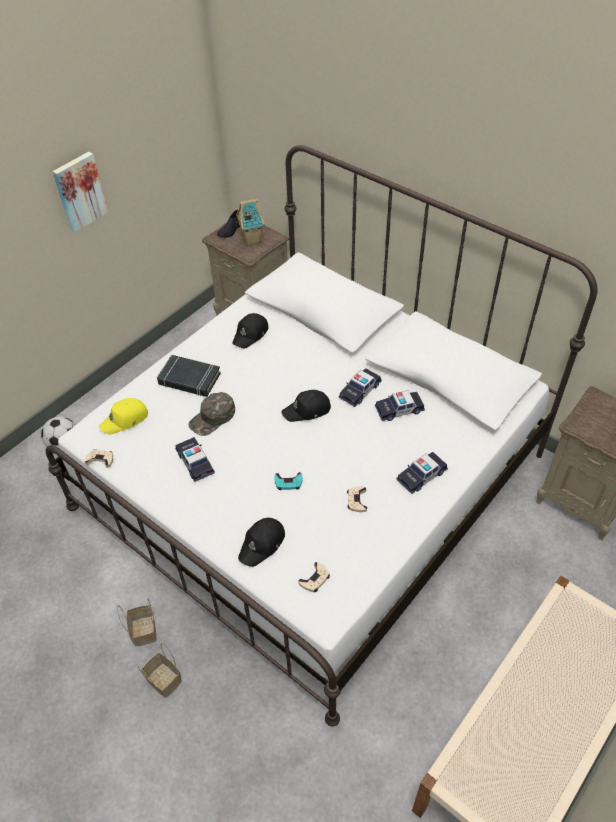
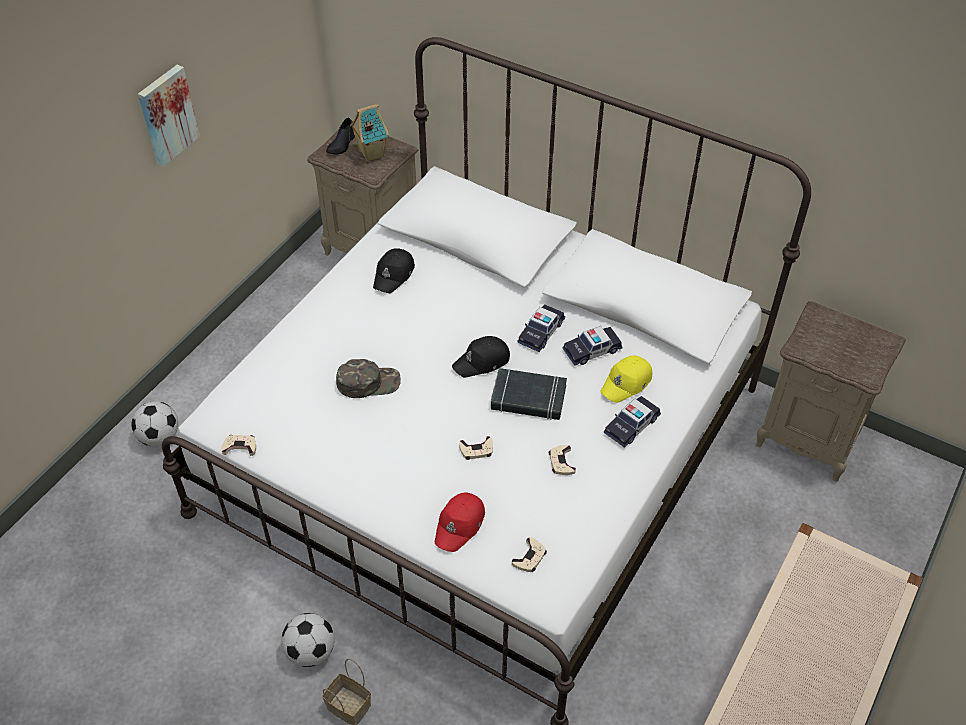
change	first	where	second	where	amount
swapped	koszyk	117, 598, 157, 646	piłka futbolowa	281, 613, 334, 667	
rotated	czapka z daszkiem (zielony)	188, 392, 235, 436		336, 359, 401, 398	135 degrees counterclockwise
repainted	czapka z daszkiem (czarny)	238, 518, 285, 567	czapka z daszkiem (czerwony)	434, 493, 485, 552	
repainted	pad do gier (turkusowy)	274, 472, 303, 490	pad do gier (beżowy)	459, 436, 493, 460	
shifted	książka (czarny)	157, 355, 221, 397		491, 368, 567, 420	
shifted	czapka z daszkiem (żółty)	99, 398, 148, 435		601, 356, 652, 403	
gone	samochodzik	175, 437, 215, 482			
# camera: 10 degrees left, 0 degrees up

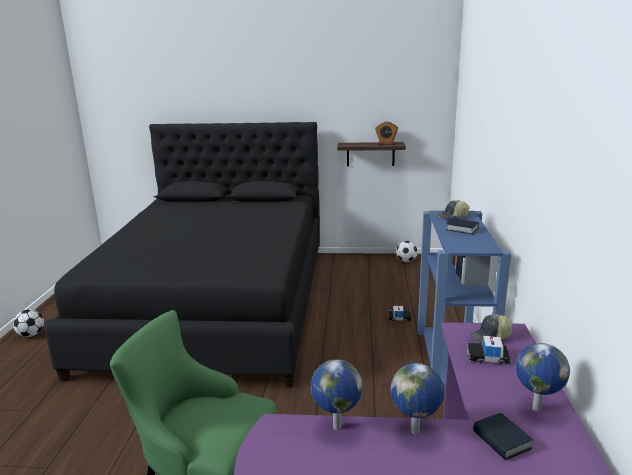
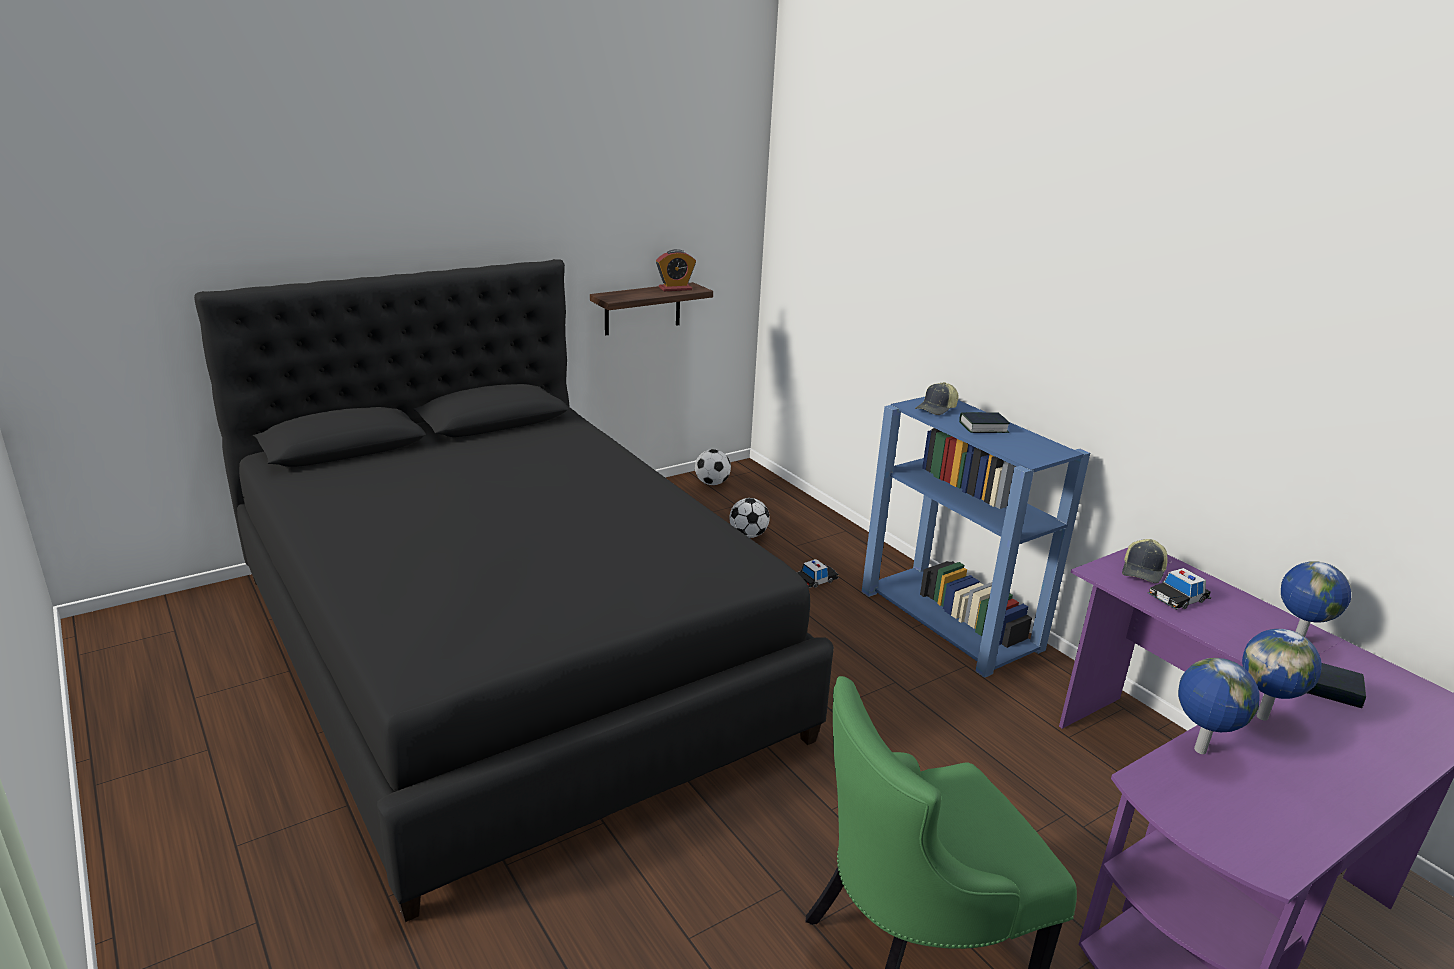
change	first	where	second	where	amount
shifted	piłka futbolowa	13, 309, 44, 337		729, 498, 770, 538	
# camera: 40 degrees left, 5 degrees up

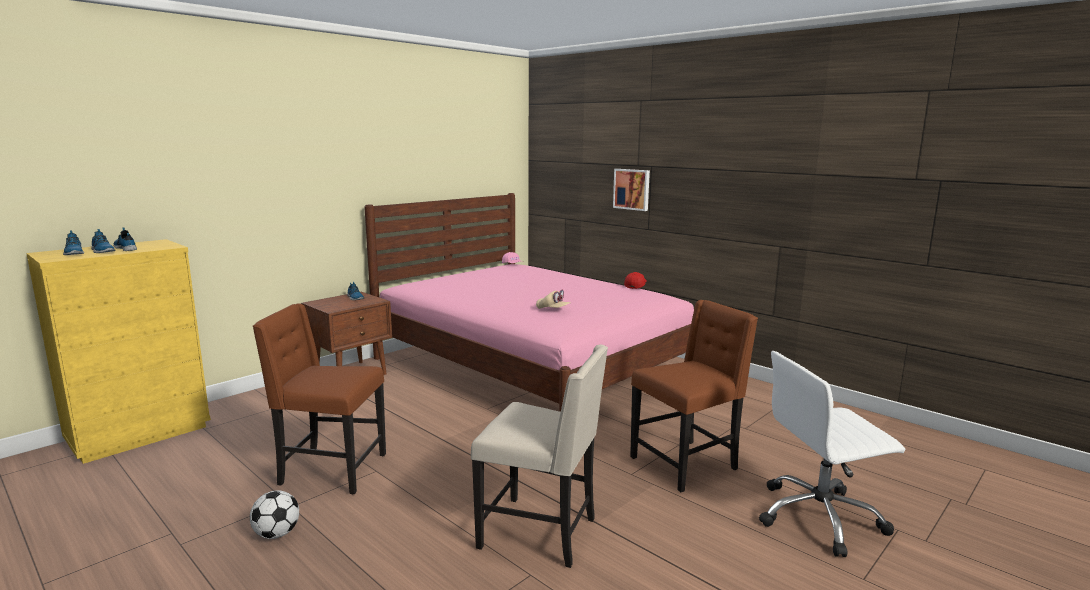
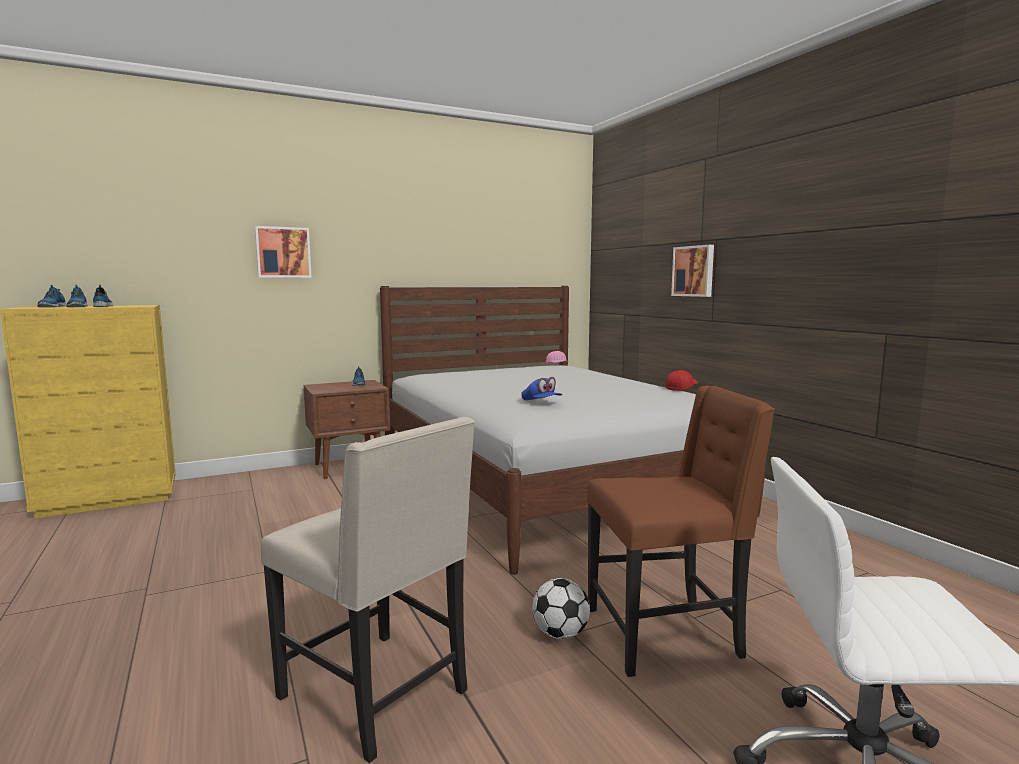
change	first	where	second	where	amount
new			obraz	255, 226, 312, 278	
repainted	łóżko (różowy)	364, 193, 694, 412	łóżko (biały)	380, 286, 766, 575	
repainted	czapka z daszkiem (beżowy)	536, 290, 570, 309	czapka z daszkiem (niebieski)	521, 377, 562, 400	
shifted	piłka futbolowa	250, 490, 299, 539		532, 578, 590, 639	
gone	krzesło (brązowy)	253, 303, 386, 495			
# camera: 20 degrees right, 5 degrees down

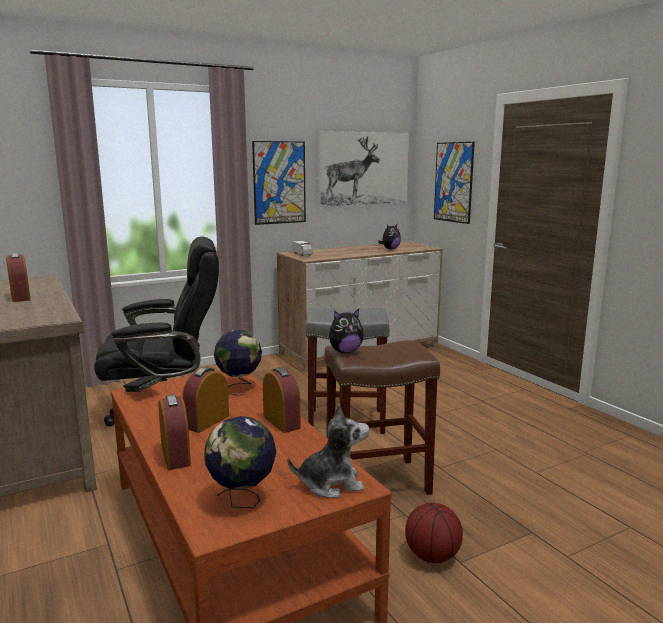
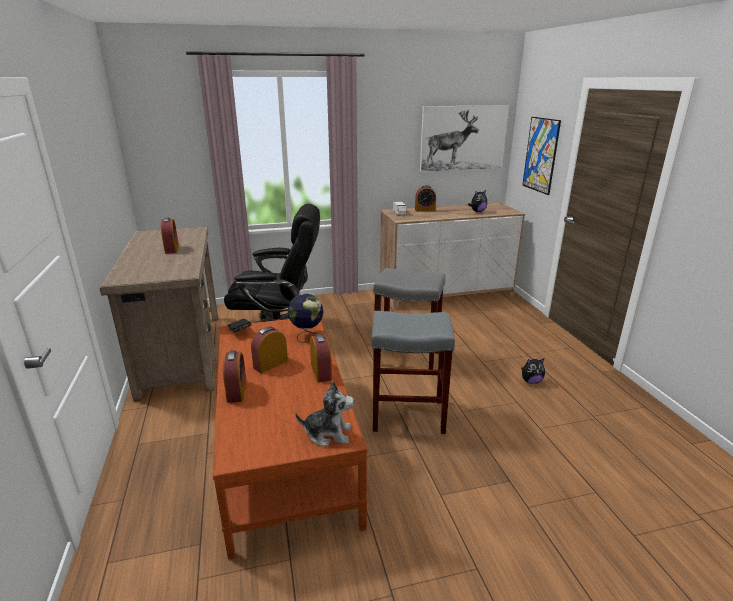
change	first	where	second	where	amount
repainted	stołek (brązowy)	324, 340, 440, 495	stołek (szary)	372, 311, 455, 434	
new			budzik	415, 185, 436, 212	
shifted	pluszak	329, 309, 364, 353		521, 358, 545, 384	
gone	globus	204, 416, 276, 508			
gone	obraz	252, 141, 306, 225			
gone	piłka do koszykówki	405, 502, 463, 563			
# camera: 15 degrees right, 10 degrees up

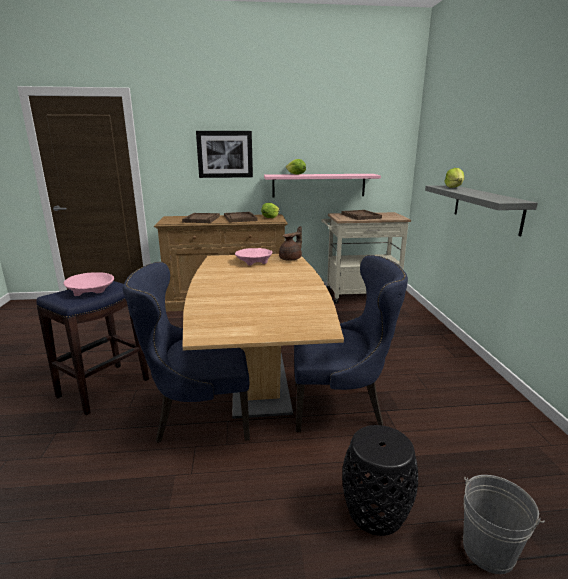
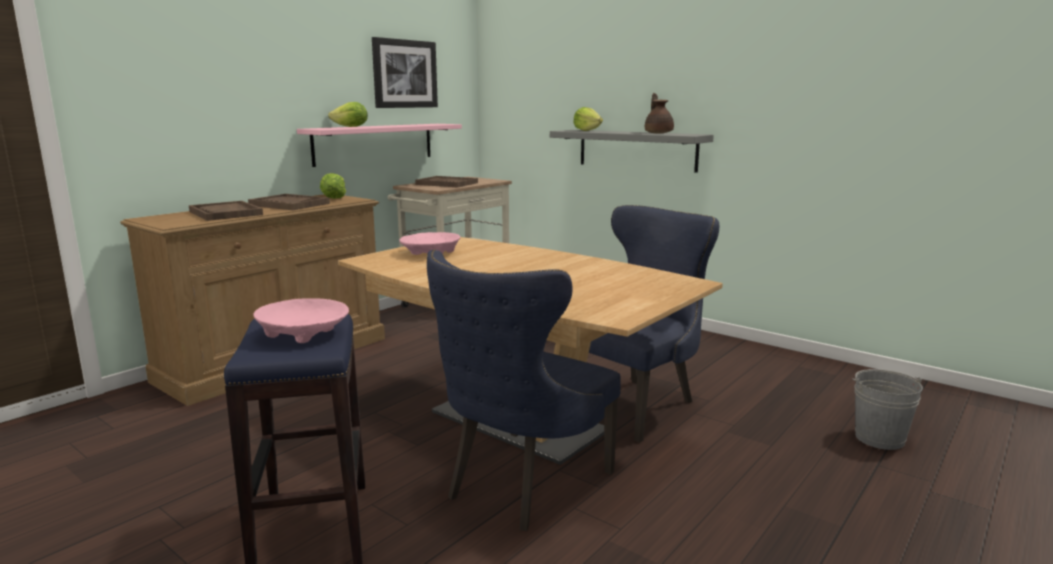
change	first	where	second	where	amount
shifted	obraz	196, 131, 253, 178		372, 37, 438, 108	
shifted	imbryk (brązowy)	279, 226, 302, 261		645, 93, 674, 133	
gone	stołek (czarny)	342, 425, 418, 536			
# camera: 45 degrees left, 5 degrees down

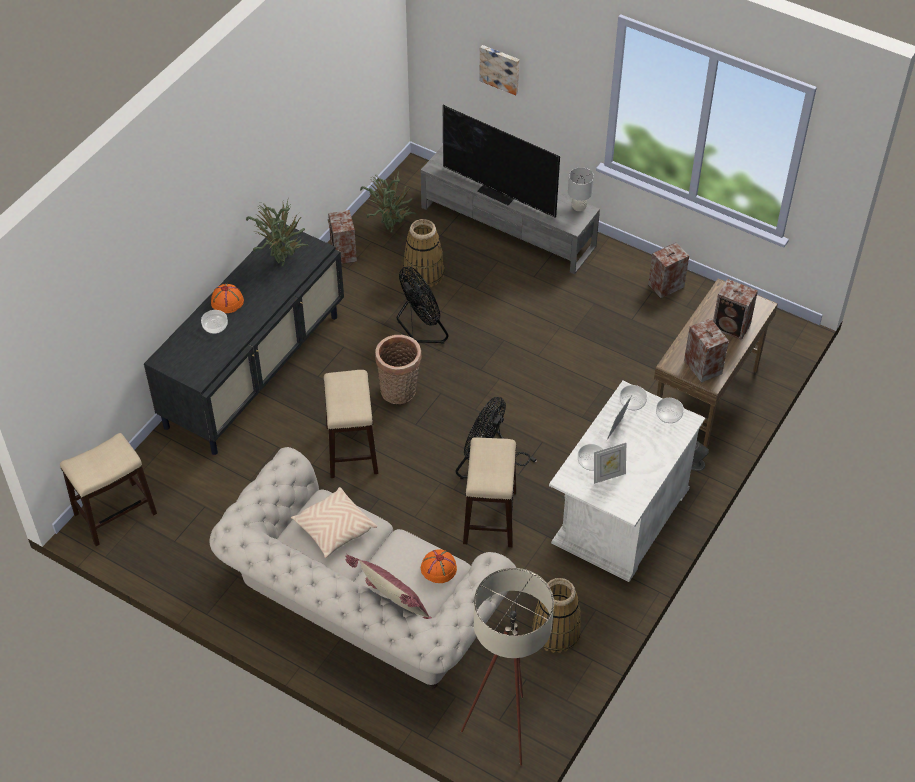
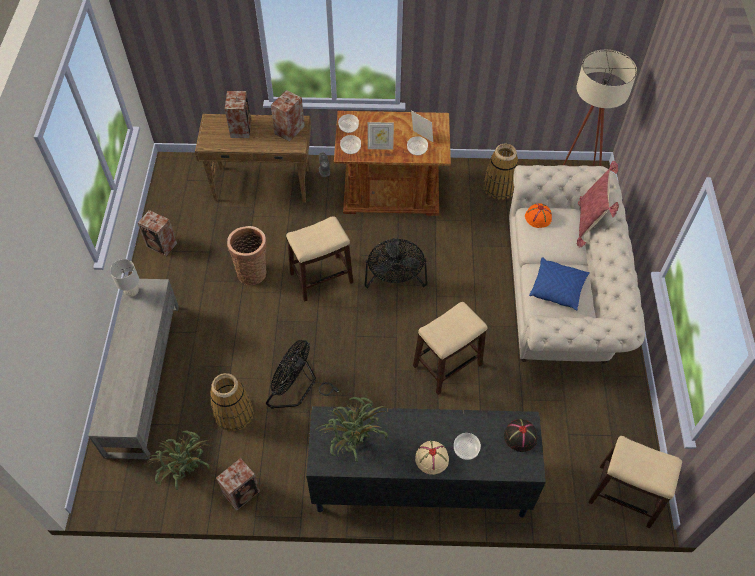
change	first	where	second	where	amount
shifted	koszyk	375, 335, 421, 404		227, 226, 267, 286	
shifted	stołek	463, 437, 516, 547		286, 216, 353, 302	
repainted	szafka (biały)	549, 381, 705, 582	szafka (brązowy)	334, 111, 451, 216	
repainted	kapelusz (pomarańczowy)	211, 284, 244, 313	kapelusz (beżowy)	415, 441, 449, 475	
new			kapelusz (czarny)	504, 419, 537, 452	
repainted	poduszka (beżowy)	291, 487, 377, 558	poduszka (niebieski)	529, 257, 590, 310	
gone	telewizor	443, 105, 560, 217			
gone	obraz	479, 45, 519, 95			
# camera: 120 degrees left, 5 degrees up

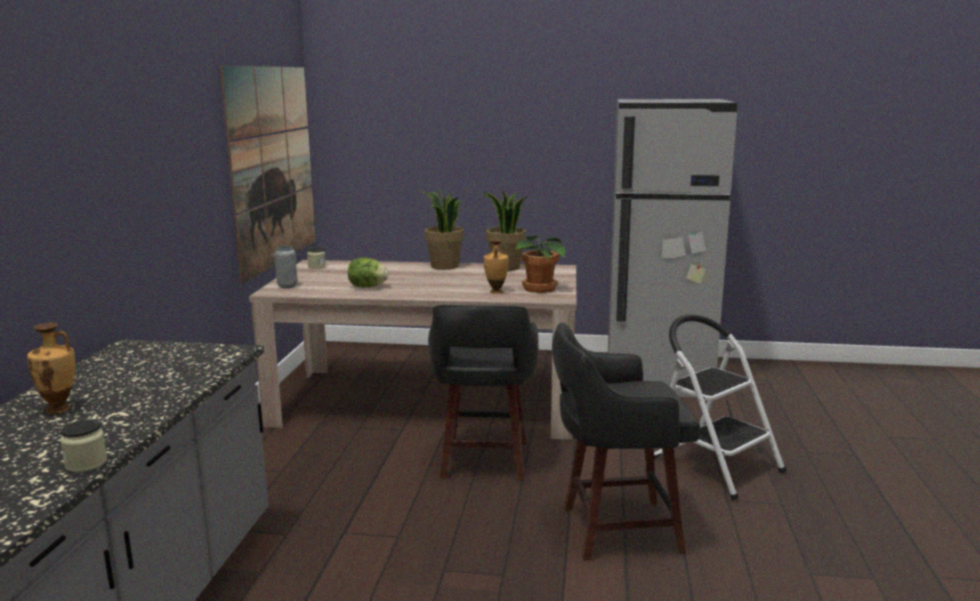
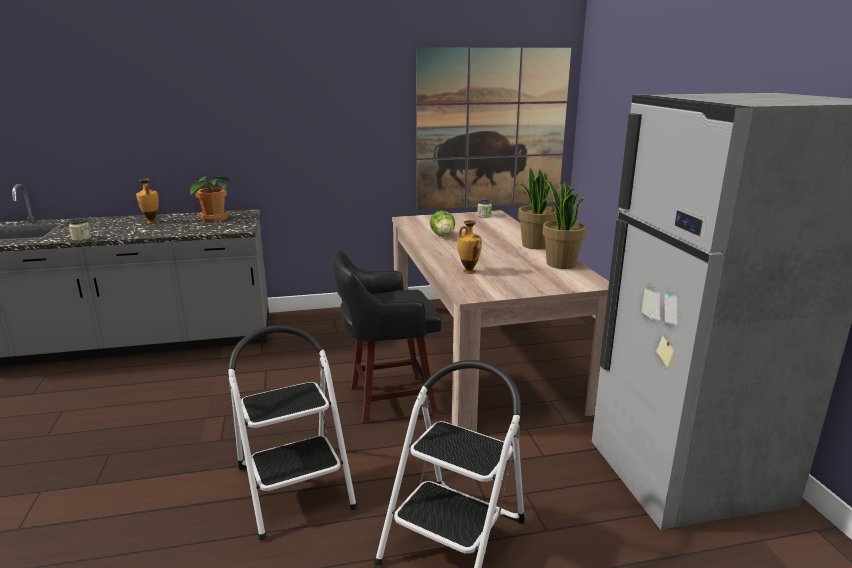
change	first	where	second	where	amount
shifted	roślina doniczkowa	515, 235, 566, 293		190, 176, 229, 222	
swapped	stołek (czarny)	552, 322, 700, 560	drabinka	228, 325, 358, 540	
gone	wazon (szary)	275, 246, 298, 289			
# camera: 70 degrees right, 5 degrees up

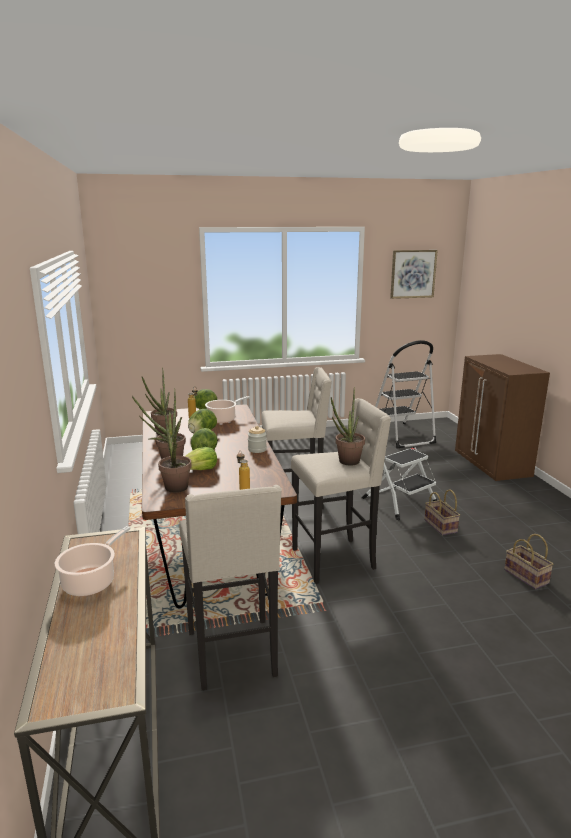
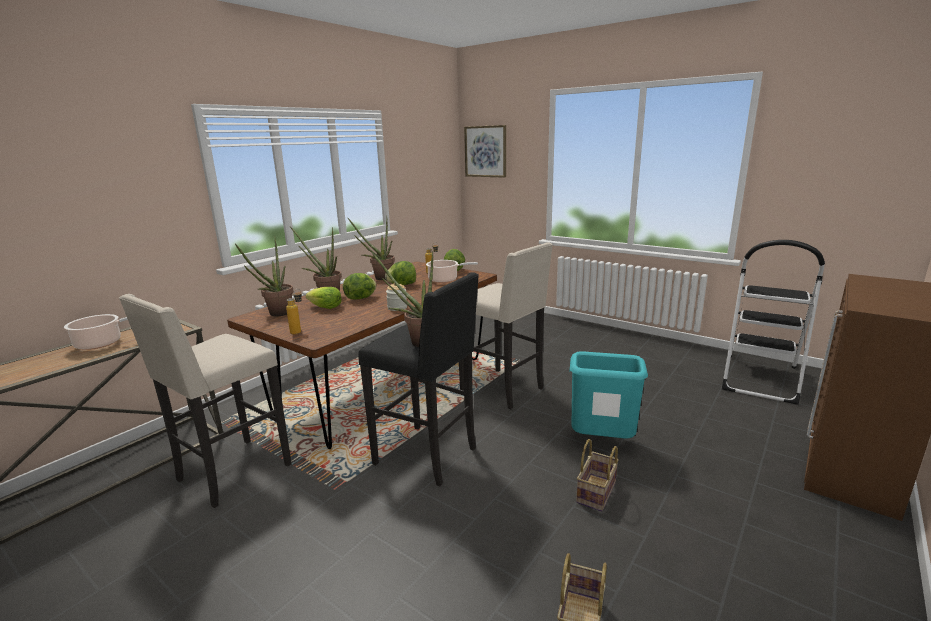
change	first	where	second	where	amount
repainted	stołek (beżowy)	291, 398, 391, 584	stołek (czarny)	358, 272, 479, 486	
shifted	obraz	390, 250, 438, 299		464, 125, 506, 178	
swapped	drabinka	361, 446, 437, 521	kosz na śmieci (turkusowy)	569, 351, 648, 438	
# camera: 50 degrees right, 0 degrees up

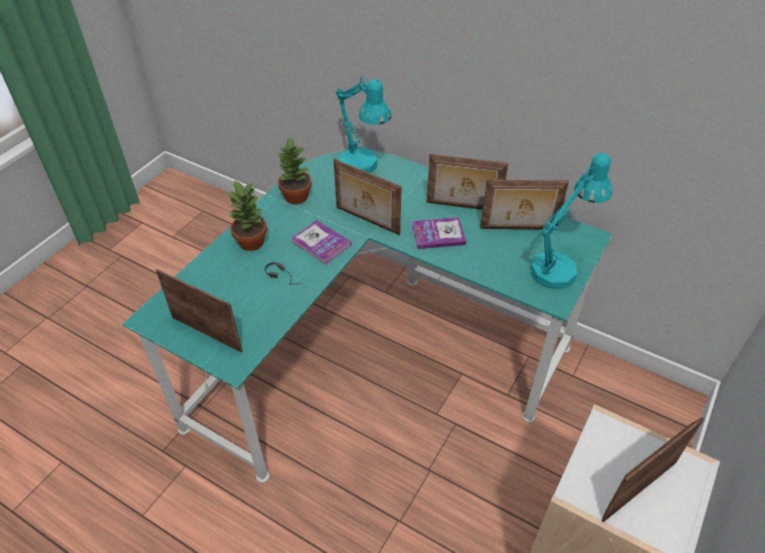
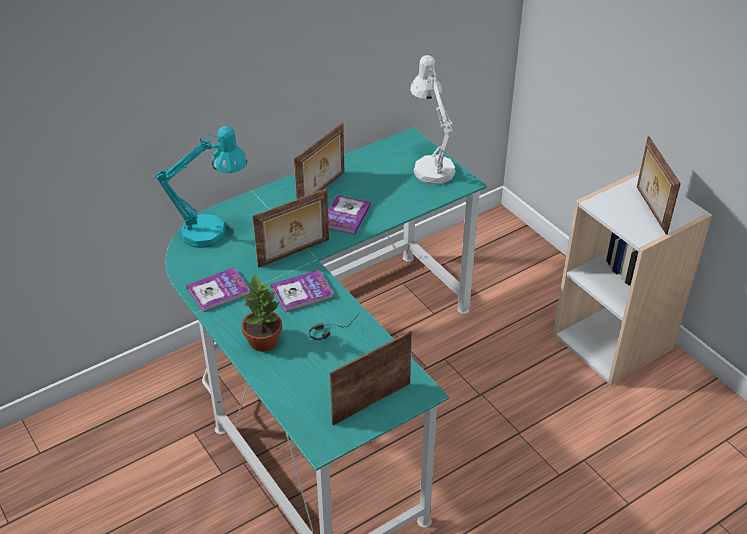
change	first	where	second	where	amount
swapped	roślina doniczkowa	277, 137, 312, 204	książka	186, 267, 251, 312	
repainted	lampa stołowa (turkusowy)	531, 153, 612, 289	lampa stołowa (biały)	410, 55, 456, 185	
gone	ramka na zdjęcie	480, 180, 569, 230			
# camera: 65 degrees left, 5 degrees down

